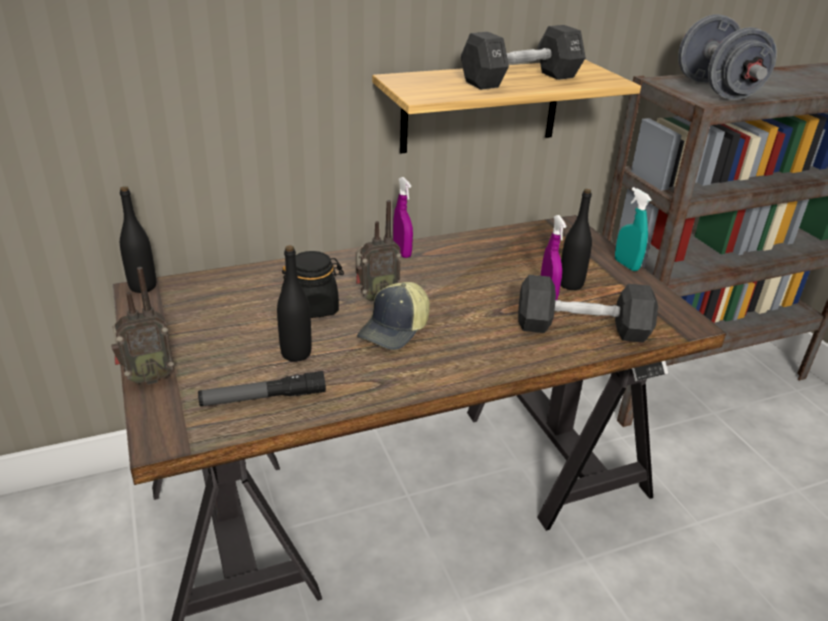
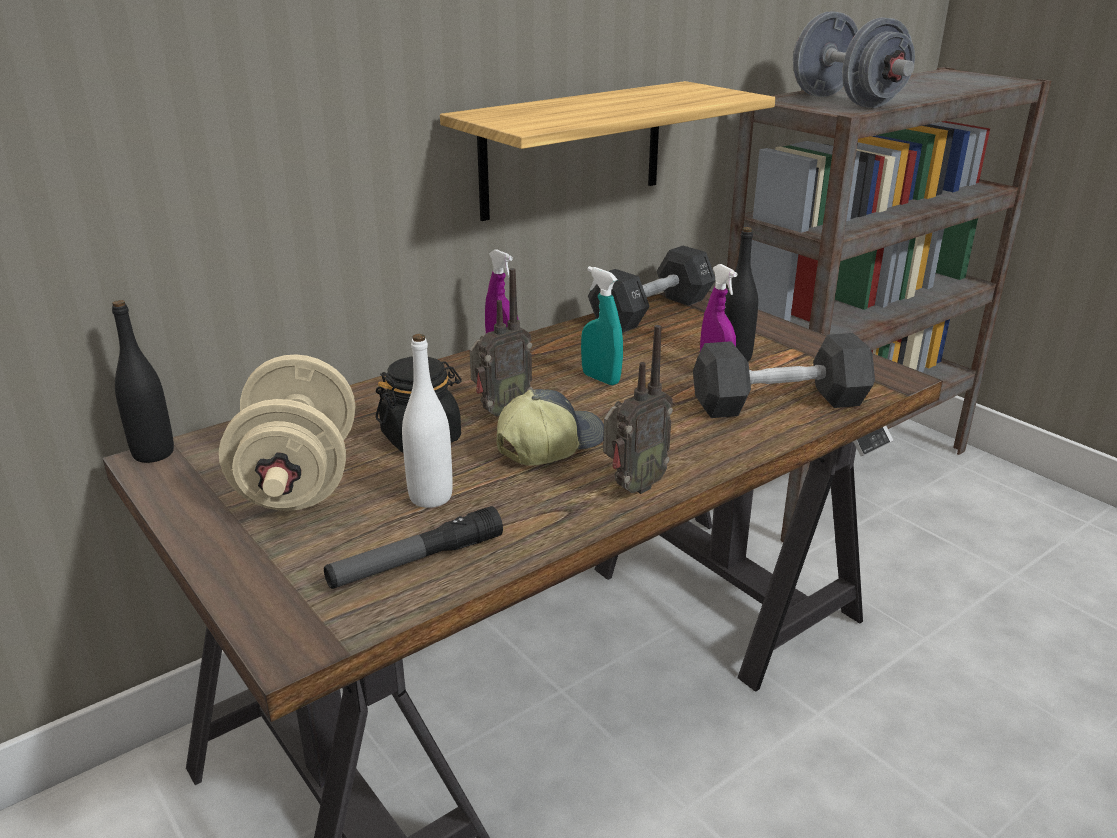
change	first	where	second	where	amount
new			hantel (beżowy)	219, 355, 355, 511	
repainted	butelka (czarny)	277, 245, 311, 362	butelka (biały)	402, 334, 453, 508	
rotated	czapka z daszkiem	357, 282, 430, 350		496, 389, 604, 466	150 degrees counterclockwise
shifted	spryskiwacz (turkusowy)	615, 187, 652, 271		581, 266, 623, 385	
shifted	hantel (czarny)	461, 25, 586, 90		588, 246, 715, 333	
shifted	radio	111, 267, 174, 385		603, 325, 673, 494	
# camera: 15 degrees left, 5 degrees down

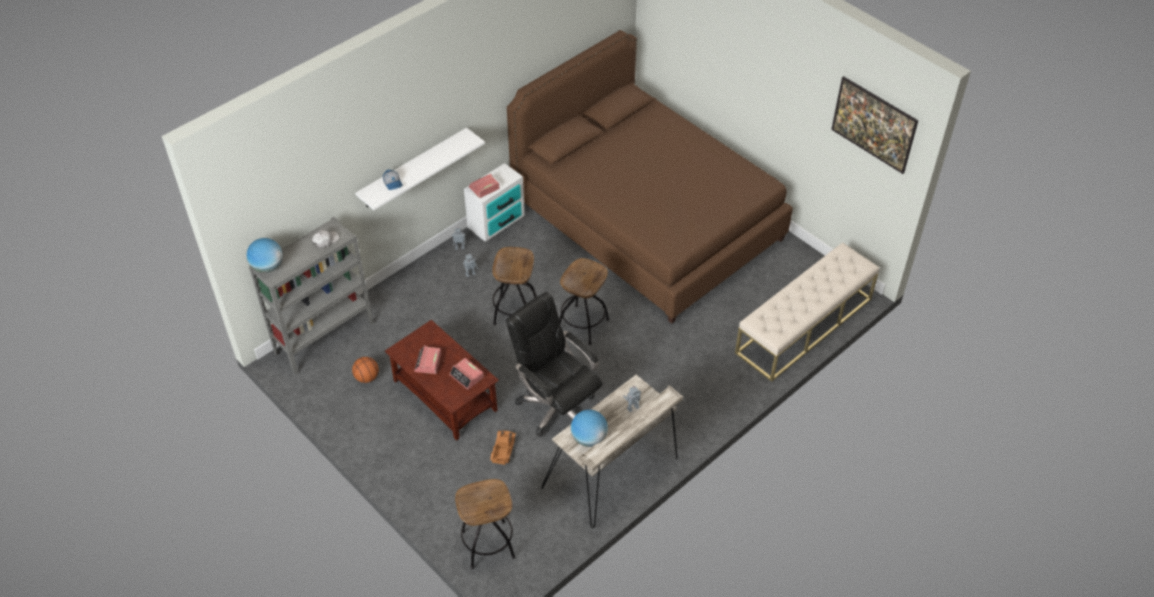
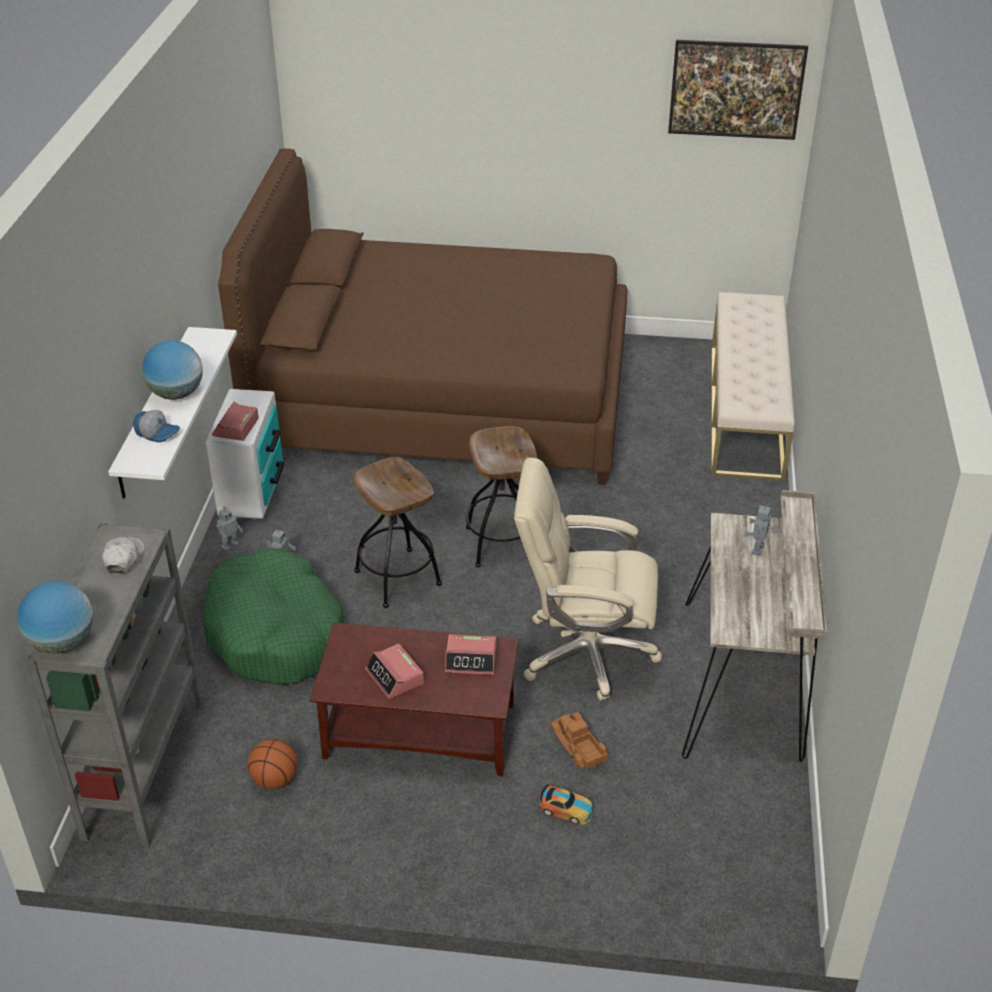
change	first	where	second	where	amount
shifted	globus	571, 410, 608, 447		142, 340, 203, 400	
new			legowisko (zielony)	203, 548, 345, 685	
repainted	krzesło biurowe (czarny)	506, 292, 602, 437	krzesło biurowe (beżowy)	514, 458, 662, 701	
new			samochodzik	540, 784, 593, 825	
gone	stołek (brązowy)	455, 479, 515, 569			
# camera: 40 degrees left, 10 degrees down

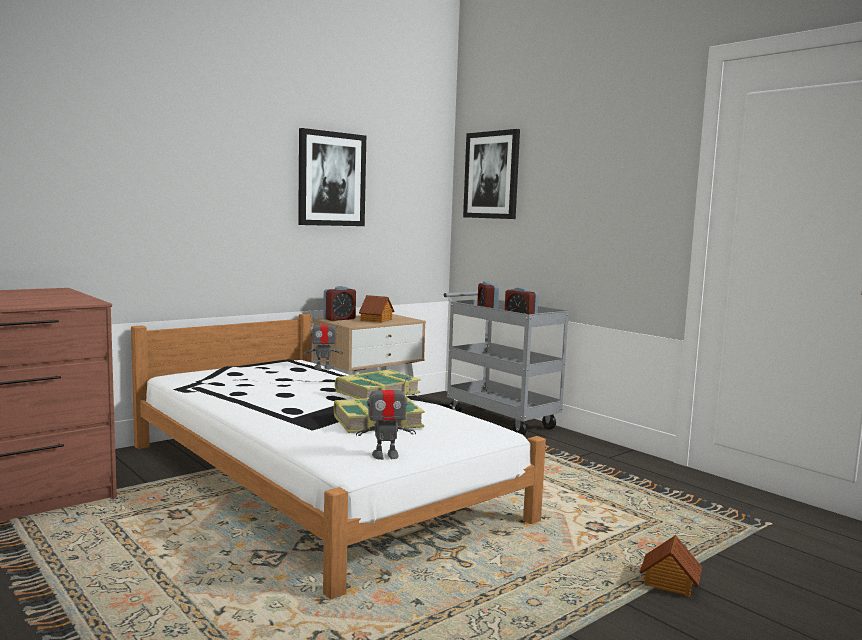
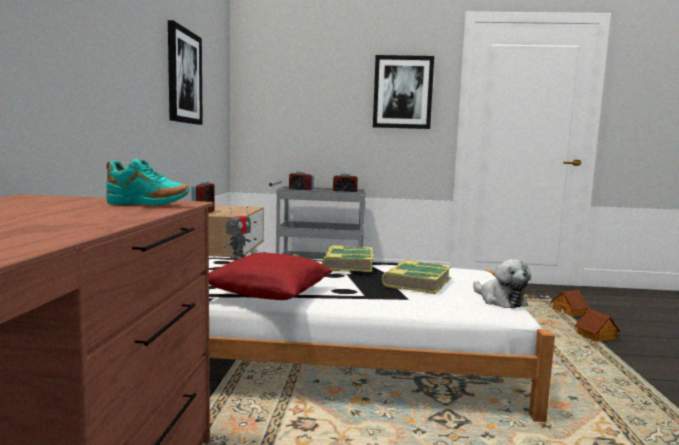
change	first	where	second	where	amount
new			but (turkusowy)	106, 159, 190, 205	
new			poduszka (czerwony)	209, 252, 332, 300	
shifted	obraz	463, 129, 520, 219		373, 55, 434, 129	
swapped	robot zabawkowy	356, 375, 416, 460	pluszak	473, 259, 531, 309	
shifted	domek	359, 295, 394, 323		550, 290, 589, 317	
# camera: 45 degrees left, 0 degrees up

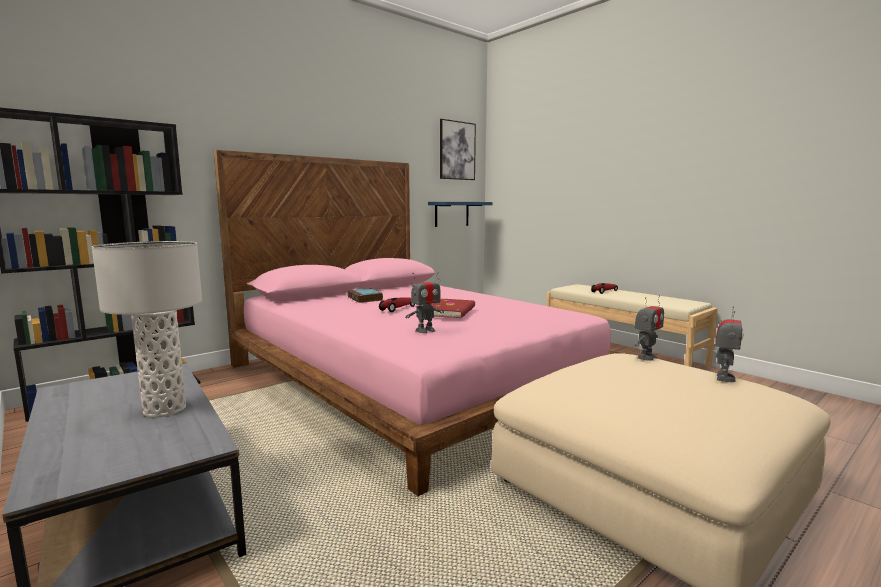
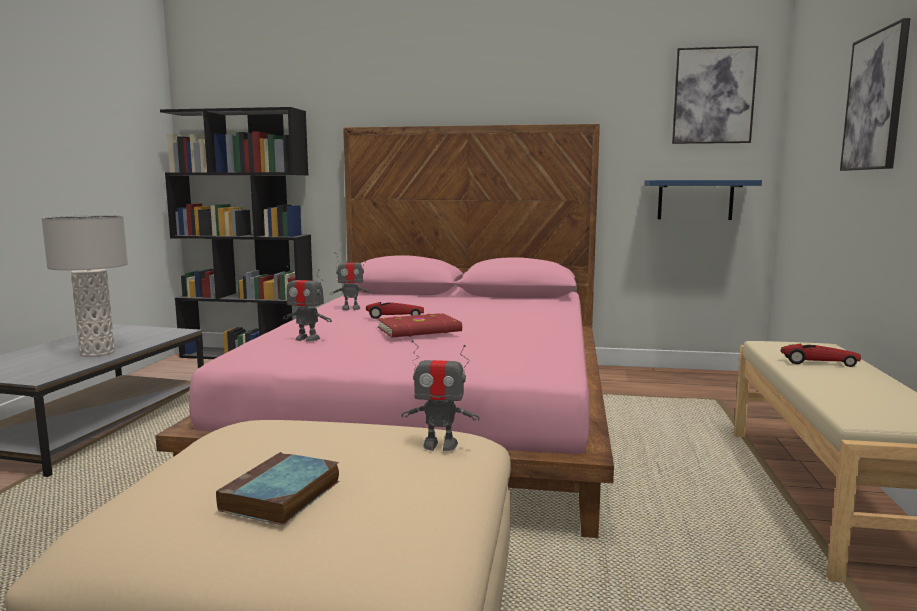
change	first	where	second	where	amount
shifted	książka	348, 288, 383, 303		216, 452, 339, 525	
shifted	robot zabawkowy	715, 306, 744, 382		330, 252, 372, 310	
new			obraz	840, 18, 911, 171	
# camera: 50 degrees right, 0 degrees up

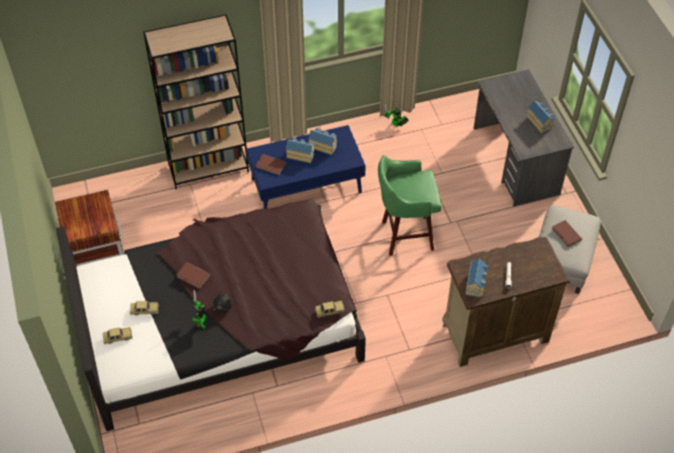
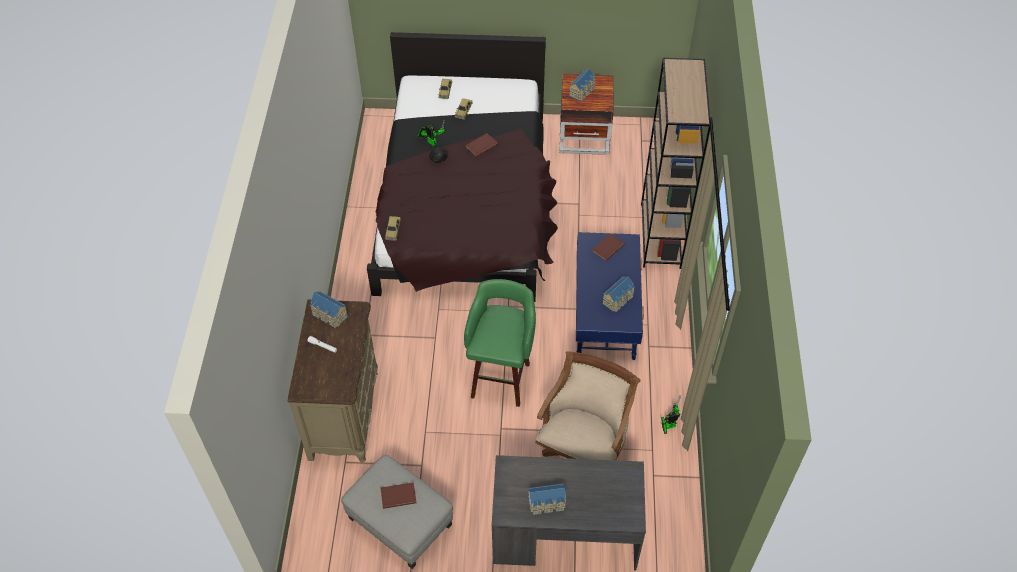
change	first	where	second	where	amount
new			krzesło biurowe	535, 351, 641, 460	
shifted	domek	286, 137, 314, 163		569, 69, 596, 101	
# camera: 110 degrees right, 0 degrees up

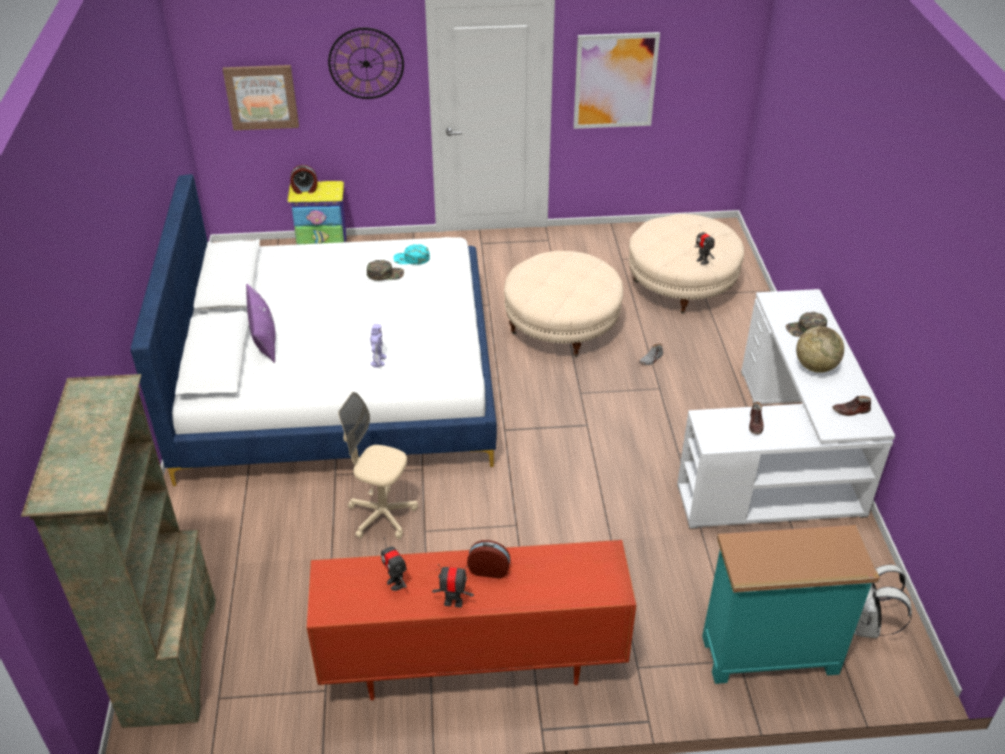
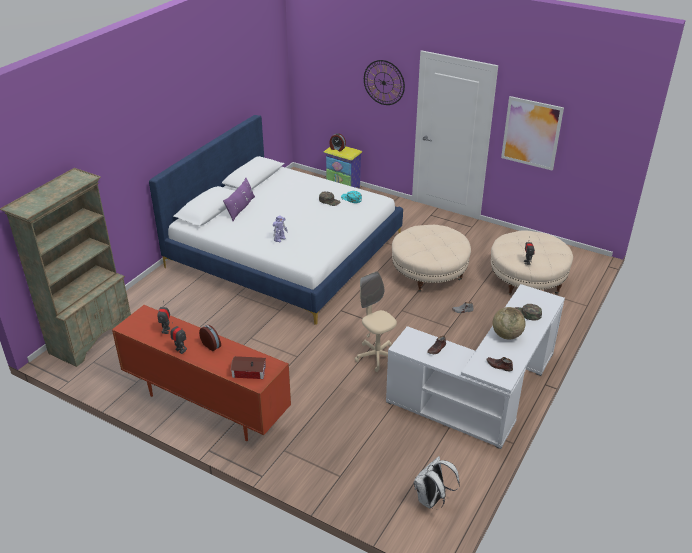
change	first	where	second	where	amount
new			domek	230, 356, 266, 379	
shifted	krzesło biurowe (beżowy)	338, 392, 418, 539		355, 271, 397, 372	
gone	obraz	223, 65, 299, 130			
gone	komoda (turkusowy)	702, 525, 880, 684			
# camera: 35 degrees right, 5 degrees down

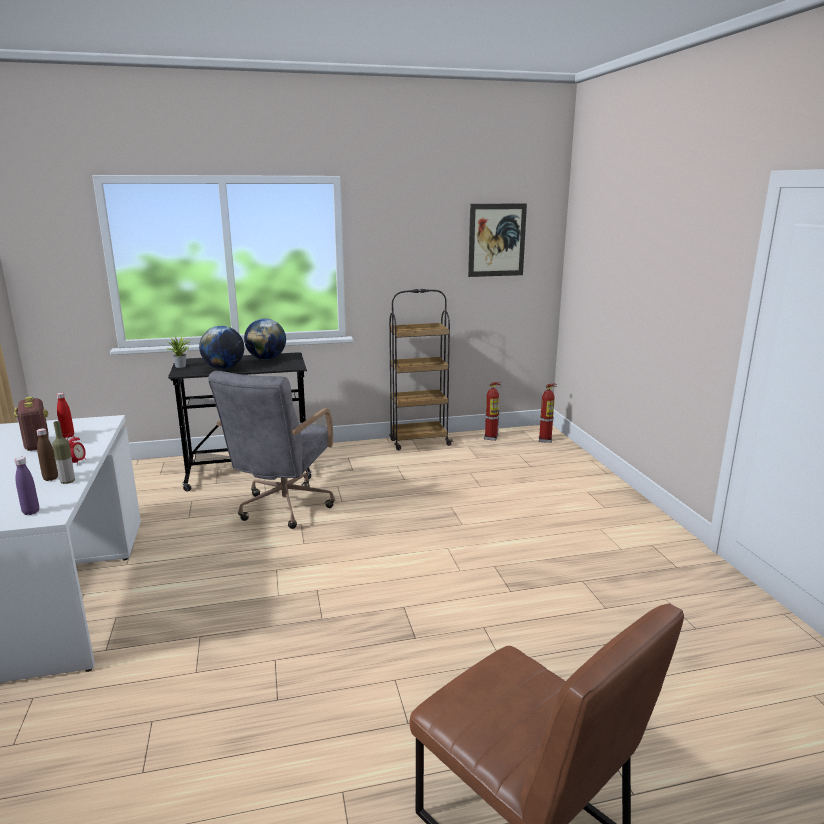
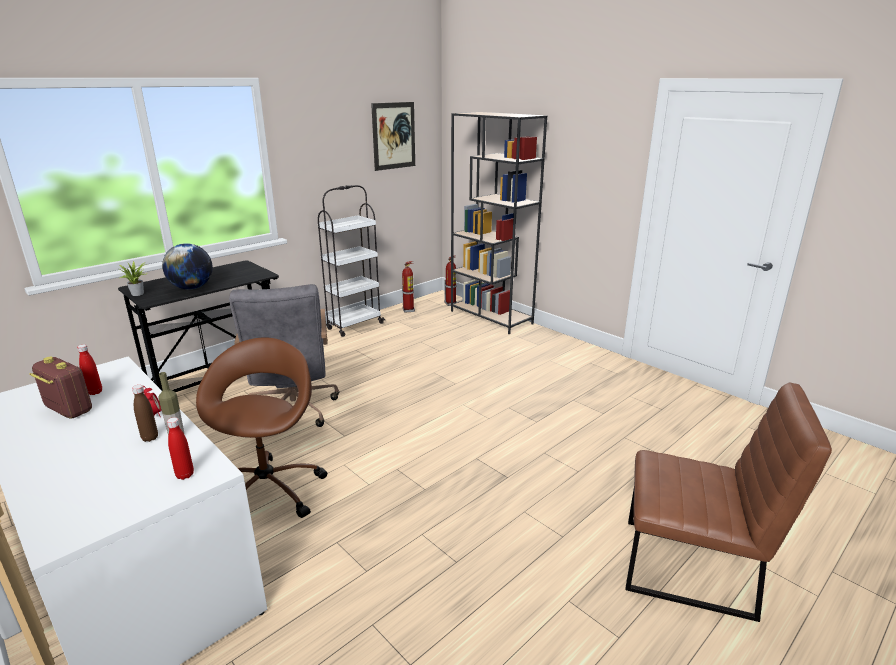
change	first	where	second	where	amount
repainted	butelka (fioletowy)	15, 457, 39, 515	butelka (czerwony)	167, 417, 194, 480	
new			krzesło biurowe (brązowy)	196, 338, 328, 518	
repainted	wózek (brązowy)	389, 289, 454, 450	wózek (biały)	318, 185, 386, 337	
new			regał	451, 112, 547, 334	
gone	globus	244, 318, 286, 360			
# camera: 30 degrees left, 5 degrees up

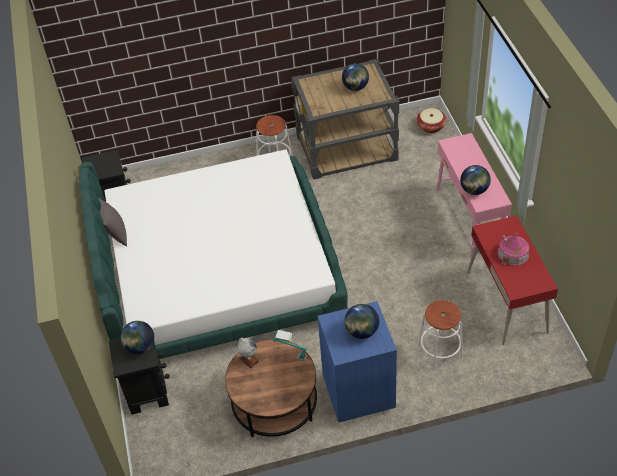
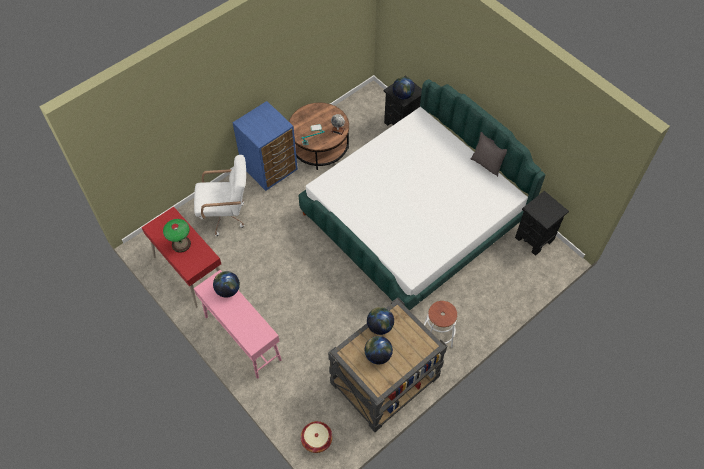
change	first	where	second	where	amount
swapped	domek	497, 233, 530, 266	lampa stołowa	163, 219, 191, 253	
swapped	stołek (biały)	418, 300, 463, 370	krzesło biurowe (biały)	194, 155, 246, 236	
shifted	globus	344, 304, 379, 339		367, 307, 394, 335	
# camera: 150 degrees right, 10 degrees up

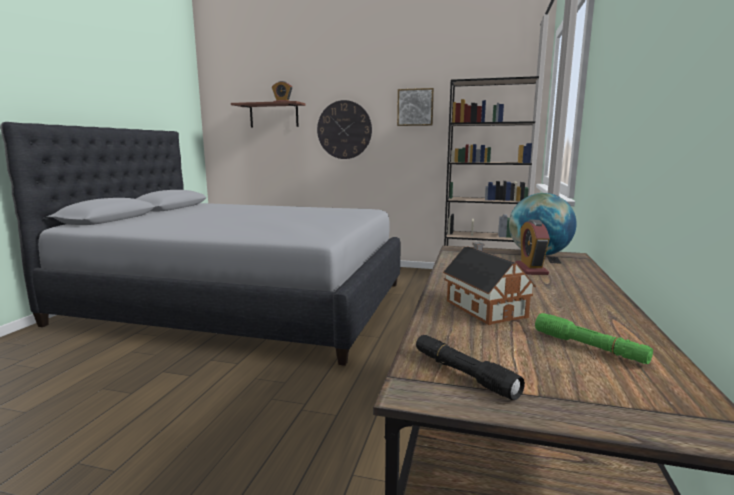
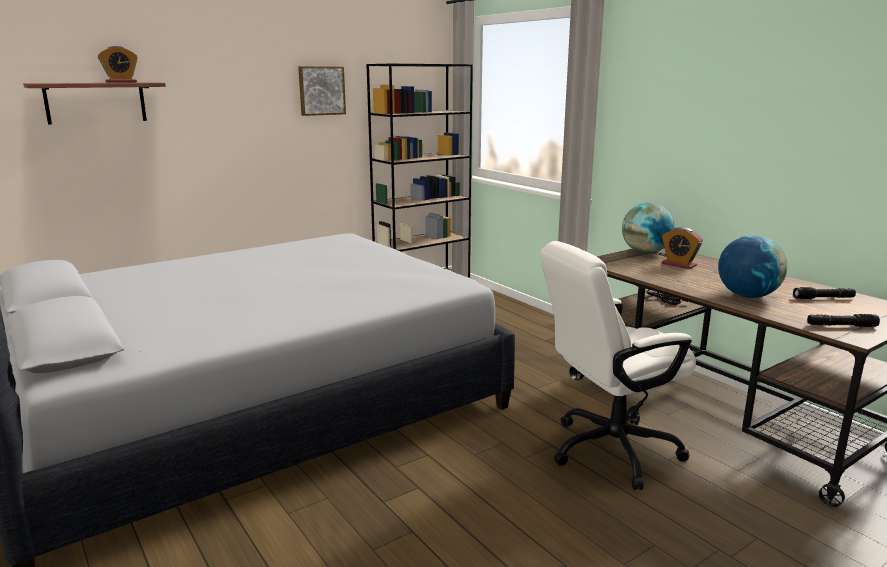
change	first	where	second	where	amount
new			krzesło biurowe (biały)	540, 241, 696, 490	
swapped	domek	443, 242, 536, 325	globus	718, 235, 787, 298	
repainted	latarka (zielony)	535, 313, 653, 364	latarka (czarny)	793, 287, 856, 299	
gone	zegar ścienny	317, 100, 372, 159			
# camera: 50 degrees left, 5 degrees up

